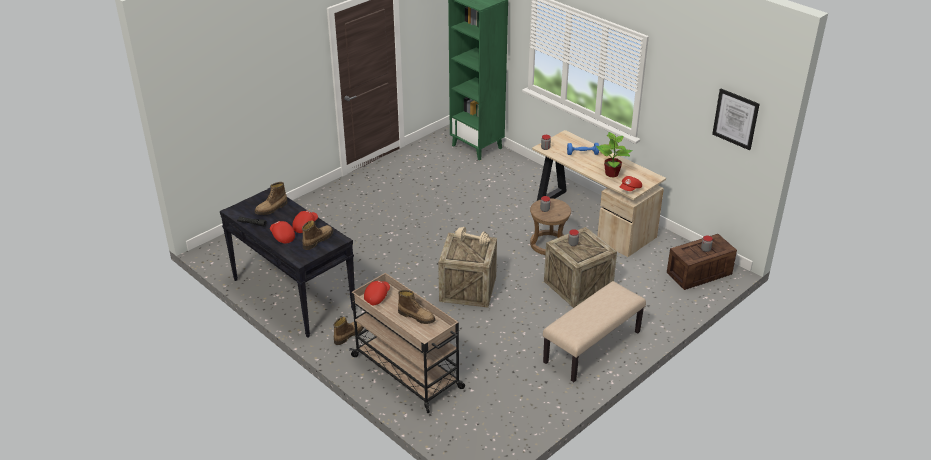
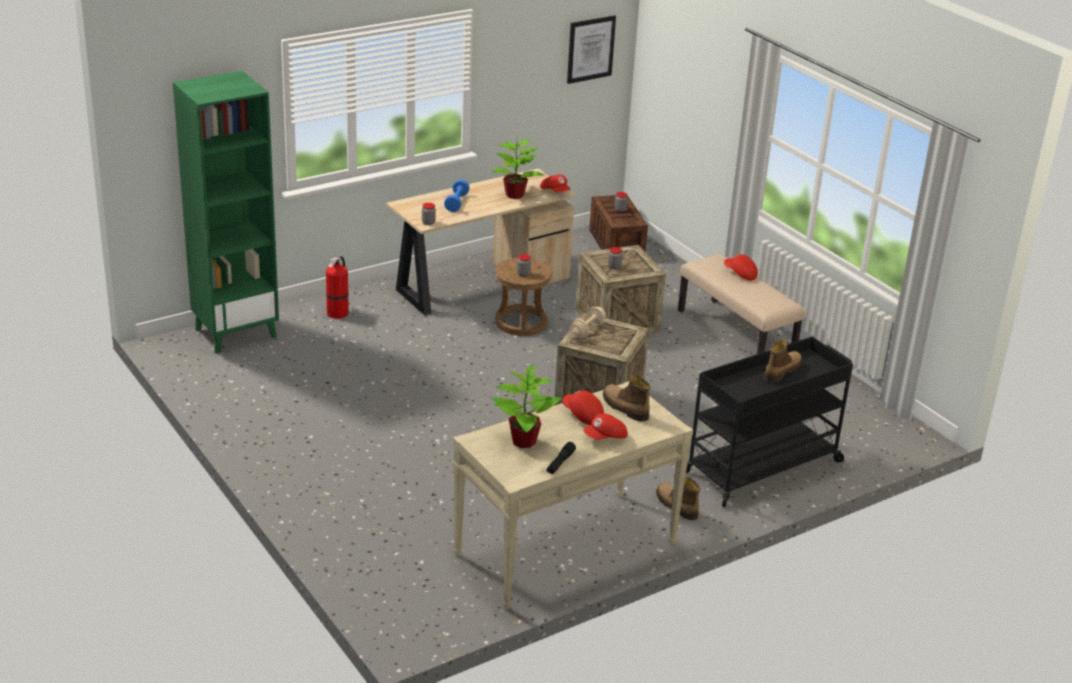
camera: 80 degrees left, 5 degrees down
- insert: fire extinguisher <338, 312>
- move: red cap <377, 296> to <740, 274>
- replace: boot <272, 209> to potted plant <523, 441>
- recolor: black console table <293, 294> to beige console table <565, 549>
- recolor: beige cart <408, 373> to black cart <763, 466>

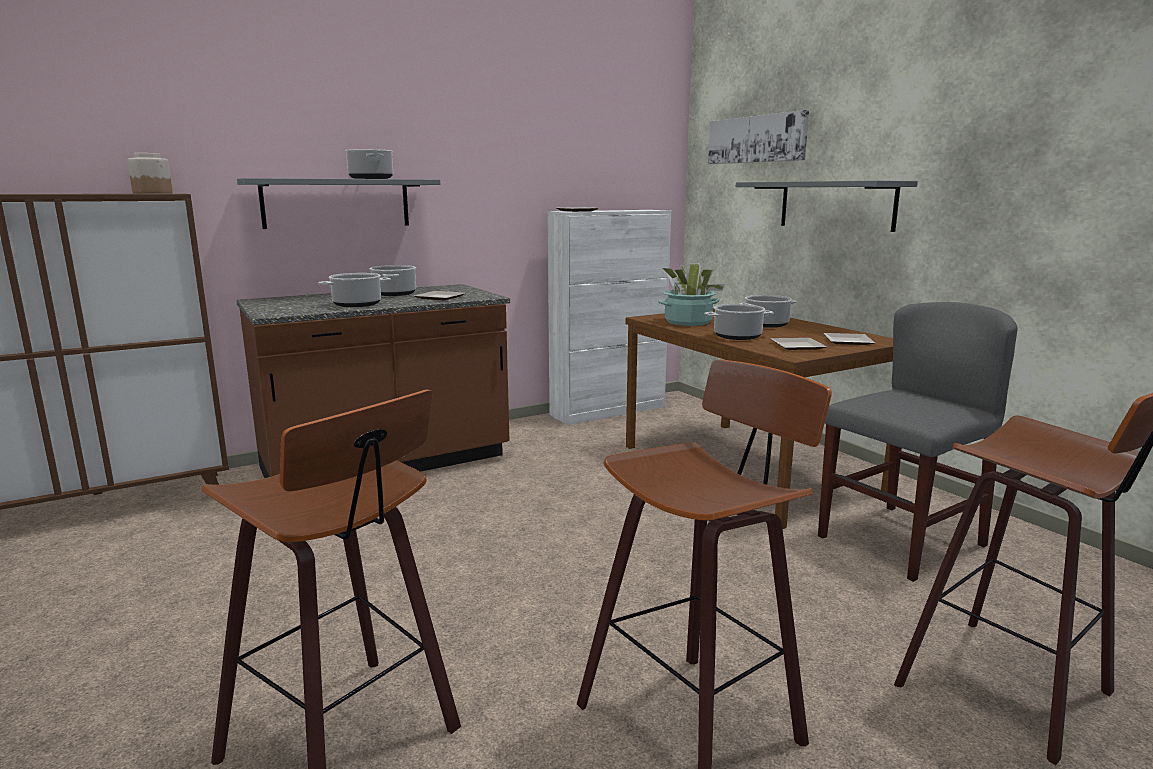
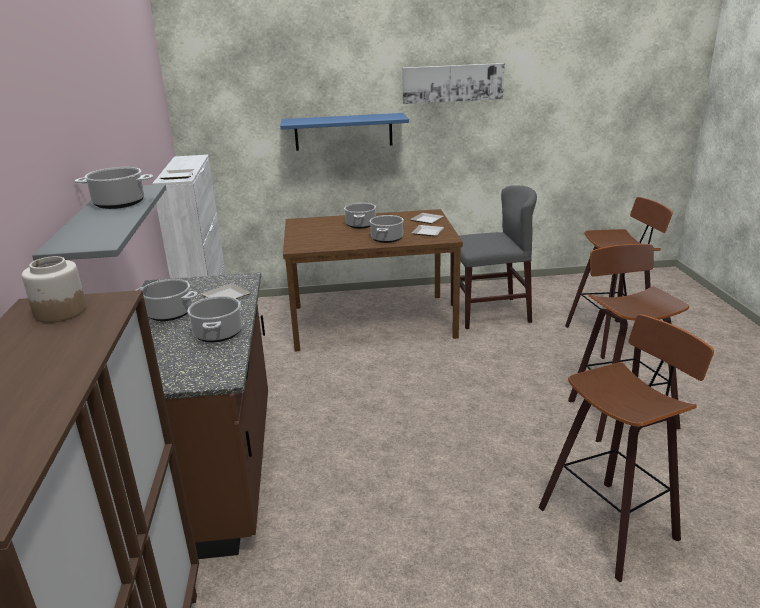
camera: 65 degrees left, 10 degrees up
- delete: potted plant <687, 322>
- move: picture <756, 139> to <452, 83>
- recolor: grey shelf <836, 205> to blue shelf <343, 131>
- rotate: grey chair <900, 541> = <489, 313> 90 degrees clockwise

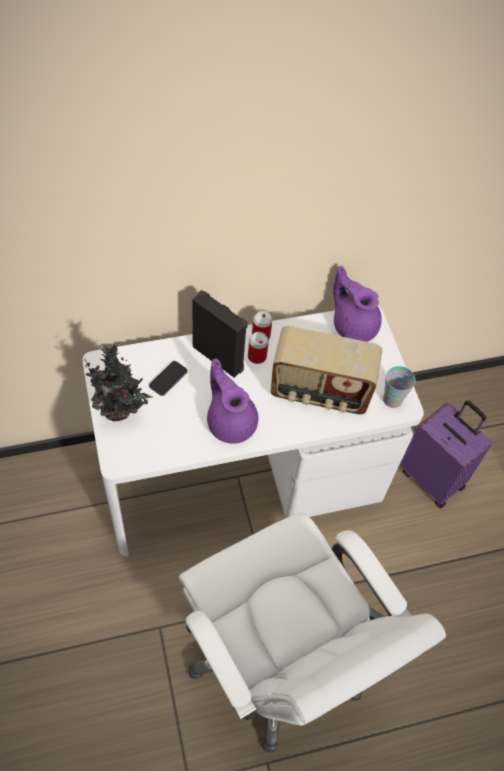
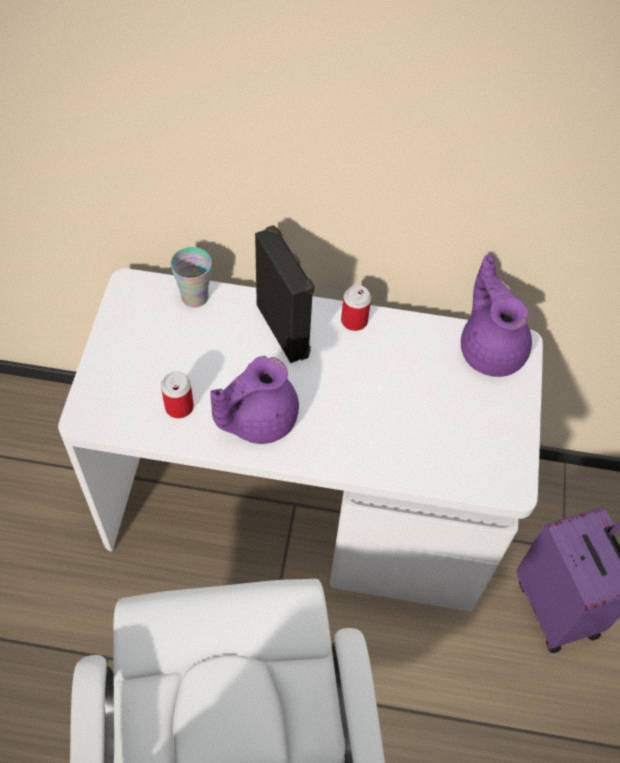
camera: 25 degrees right, 0 degrees up
- delete: potted plant <120, 410>
- delete: phone <168, 379>
- delete: radio <319, 391>
- move: can <257, 356> to <179, 407>
- move: cup <392, 399> to <195, 297>
- rotate: purple teapot <231, 421> = <257, 419> 120 degrees counterclockwise

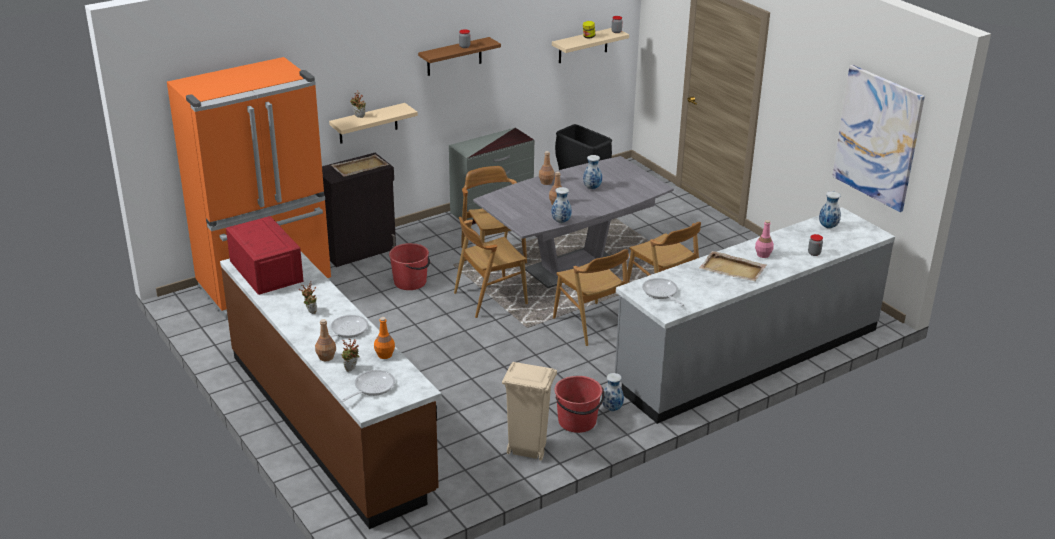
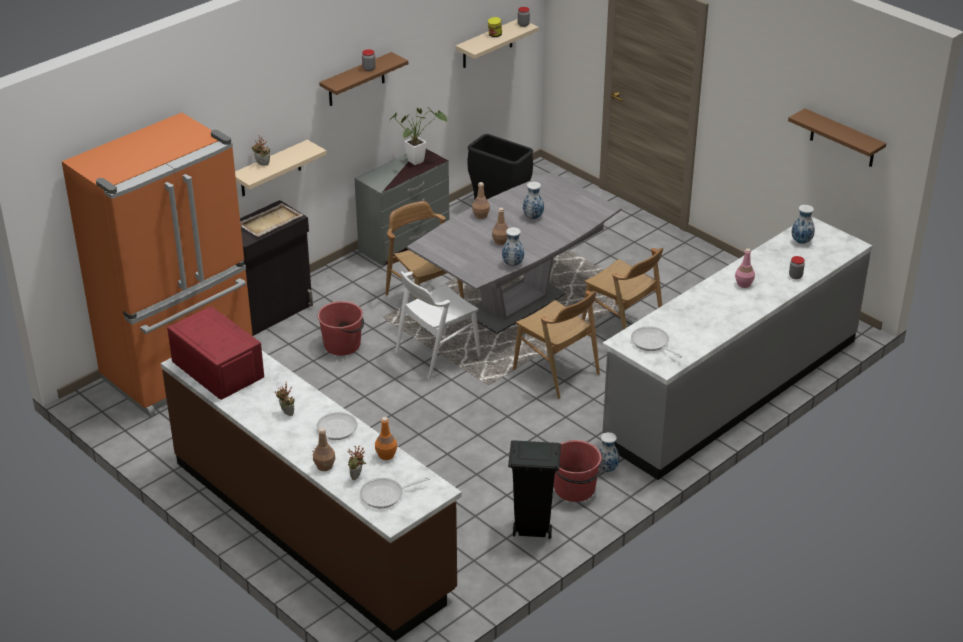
camera: 10 degrees left, 5 degrees up
- delete: beige tray <733, 269>
- insert: potted plant <419, 160>
- replace: picture <877, 137> to brown shelf <842, 139>
- recolor: brown chair <490, 298> to white chair <437, 354>
- recolor: beige trash can <527, 450> to black trash can <532, 528>
- rotate: frying pan <371, 387> = <386, 495> 135 degrees counterclockwise

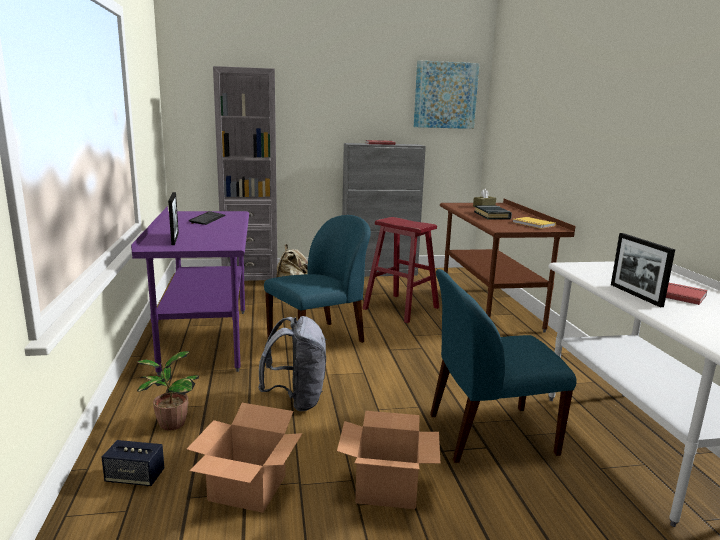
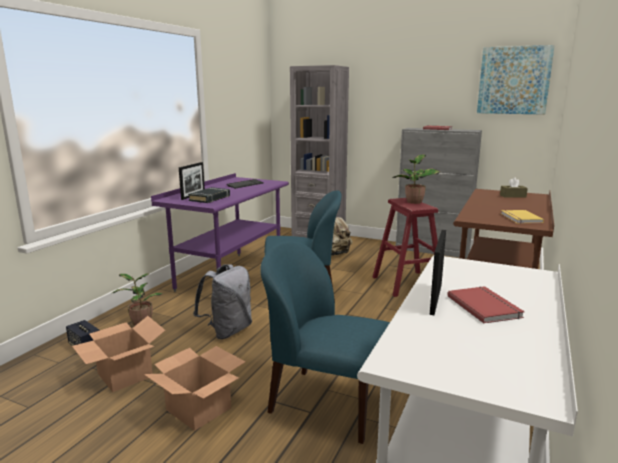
camera: 35 degrees right, 0 degrees up
- insert: potted plant <414, 202>
- move: black book <492, 215> to <210, 198>

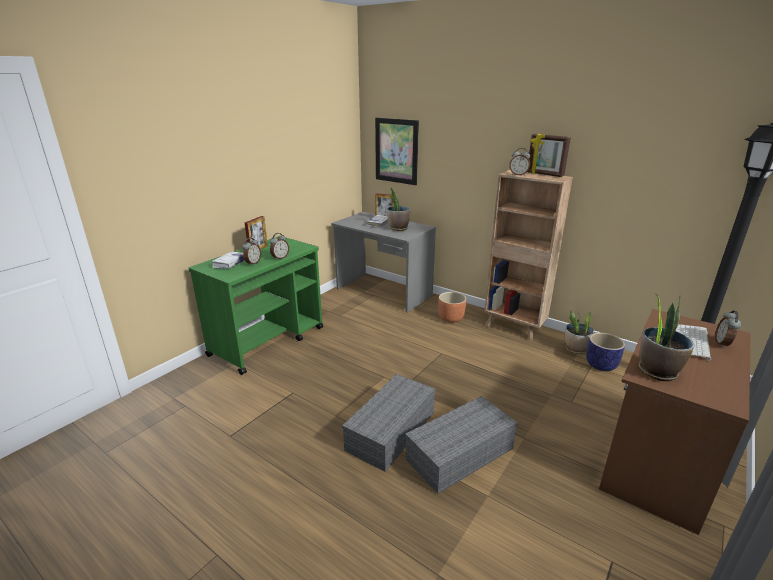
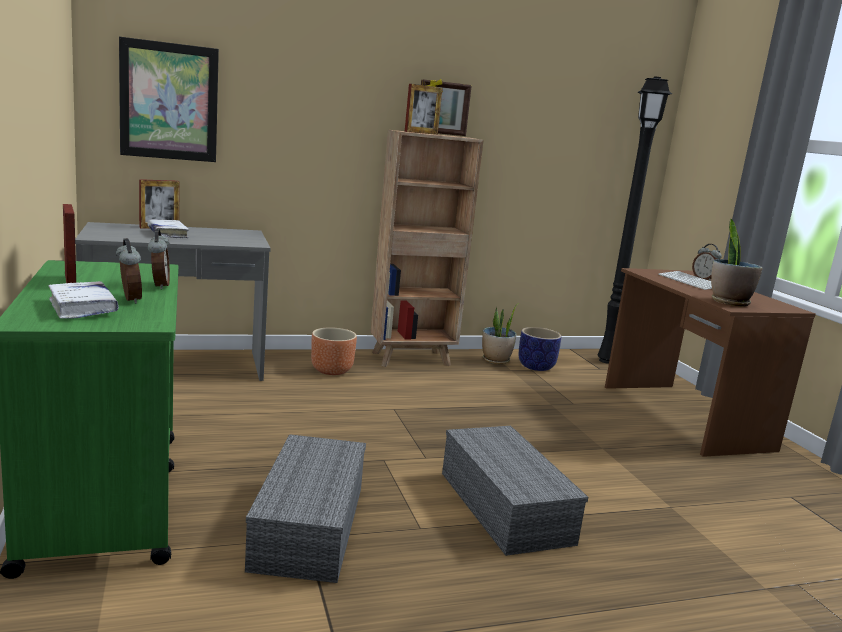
camera: 55 degrees left, 10 degrees down
- delete: potted plant <398, 228>
- move: grey storage box <460, 452> to <307, 524>
- replace: alarm clock <518, 175> to picture frame <421, 133>

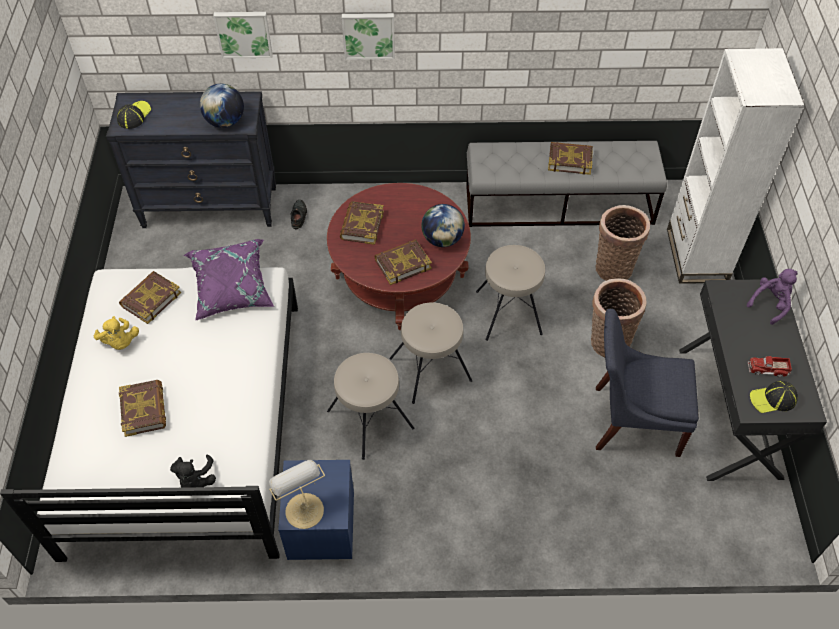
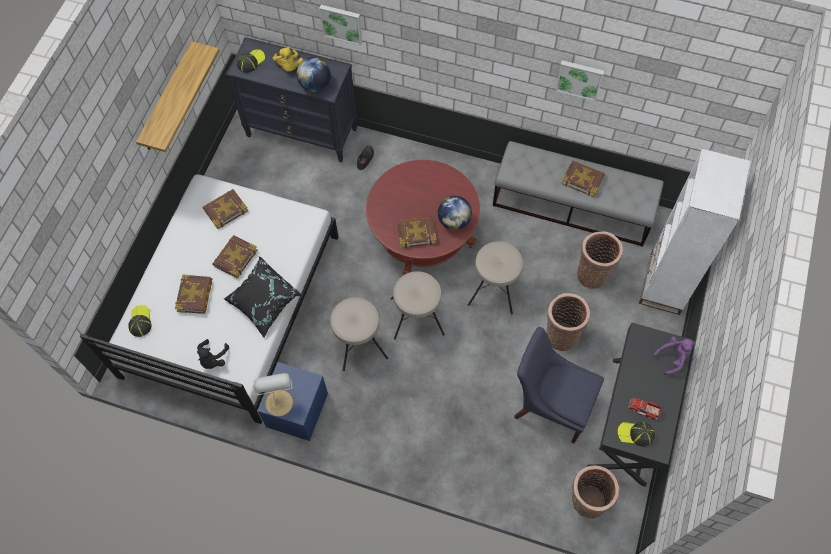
camera: 20 degrees right, 10 degrees up
- delete: purple pillow <232, 291>
- insert: cap <140, 321>
- insert: shelf <167, 98>
- insert: black pillow <264, 302>
- insert: basket <586, 501>
- move: yellow plush toy <120, 342> to <289, 66>
- move: book <361, 225> to <235, 258>
- move: picture <368, 35> to <579, 79>

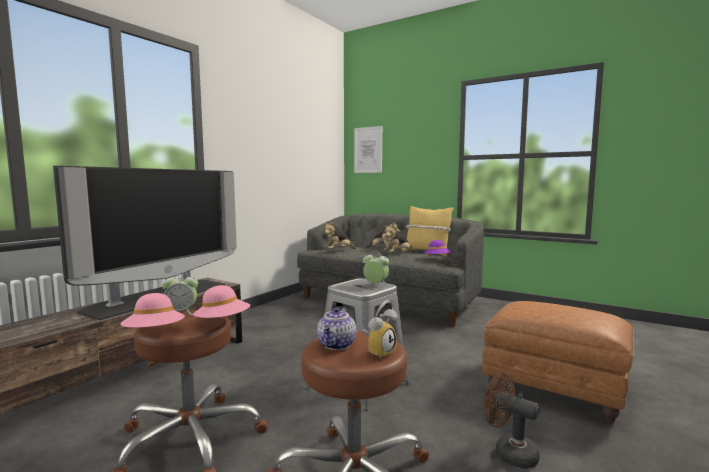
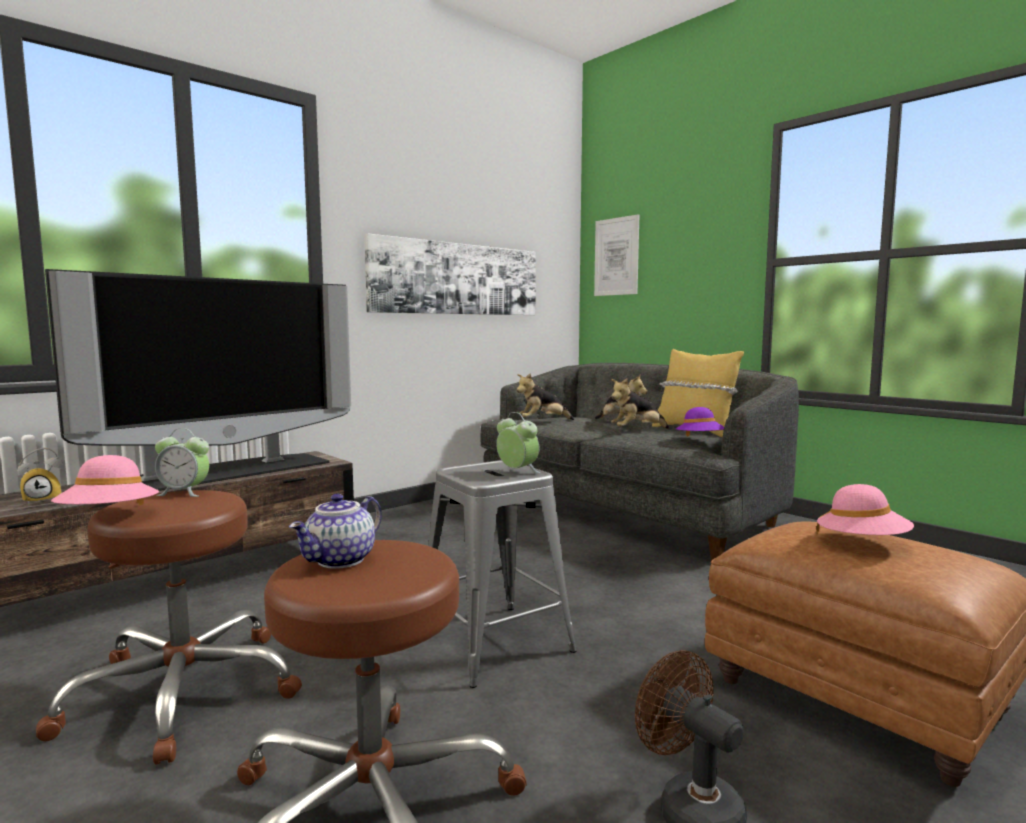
camera: 15 degrees right, 0 degrees up
- insert: picture <457, 279>
- move: pink hat <223, 322> to <862, 544>
- move: alarm clock <379, 352> to <43, 500>

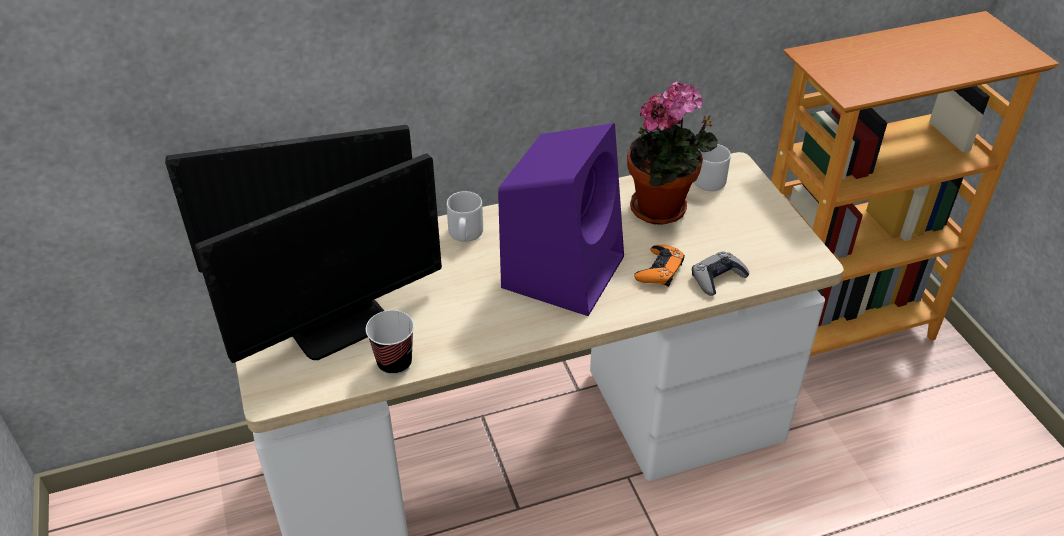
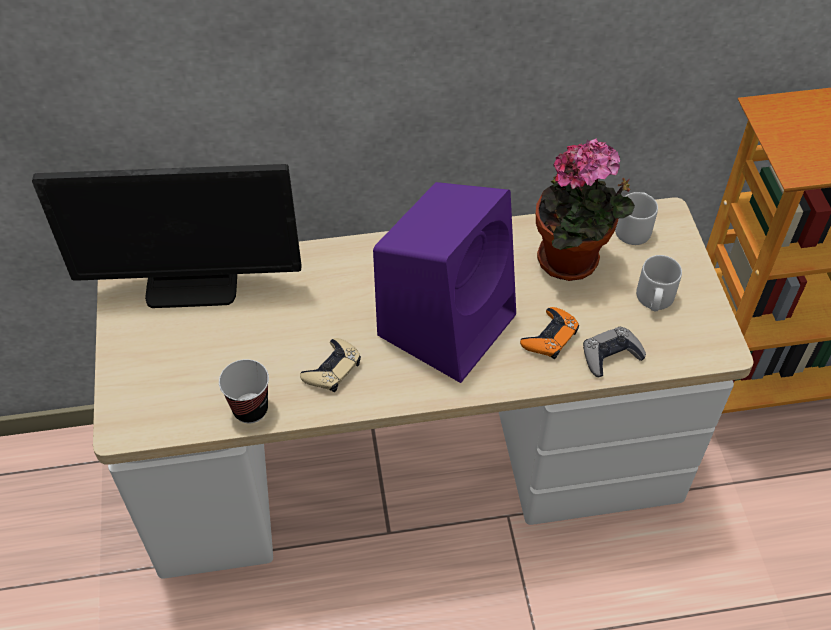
camera: 10 degrees right, 10 degrees up
- delete: monitor <340, 325>
- insert: beige game controller <332, 369>
- move: grey mug <465, 234> to <654, 300>

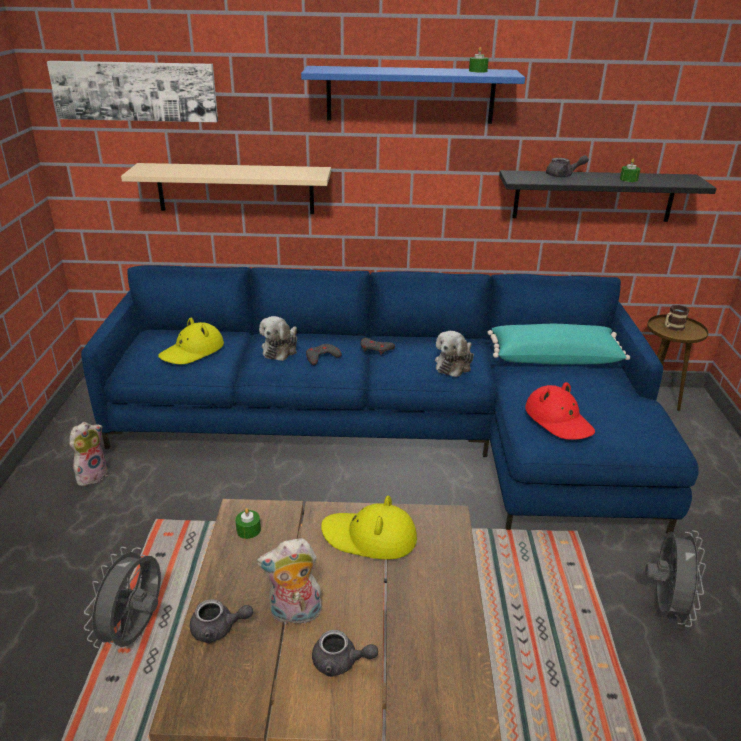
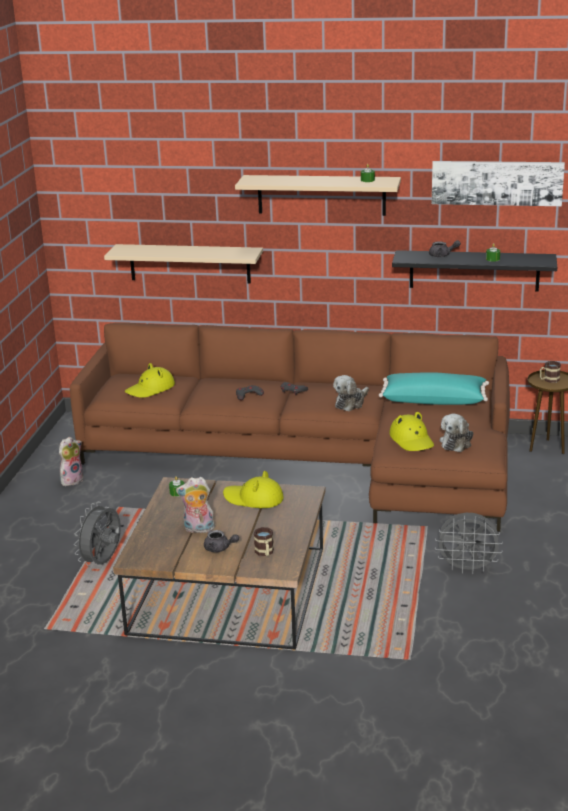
camera: 10 degrees right, 5 degrees down
- delete: grey teapot <218, 629>
- insert: mug <265, 553>
- move: picture <135, 91> to <497, 182>
- move: plush toy <281, 349> to <456, 442>
- recolor: blue sofa <399, 430> to brown sofa <314, 460>
- recolor: blue shelf <410, 95> to beige shelf <321, 195>
- recolor: red hat <559, 420> to yellow hat <412, 440>
- rotate: grey fan <664, 607> = <467, 569> 75 degrees clockwise

